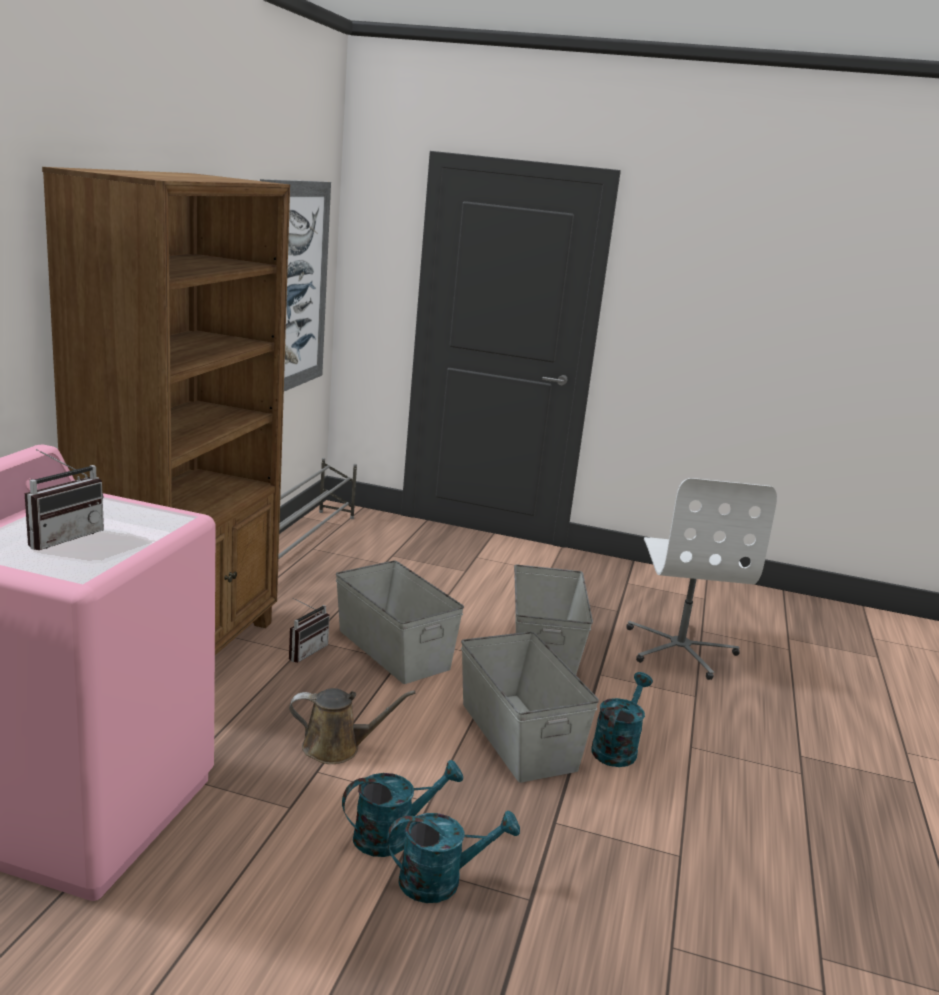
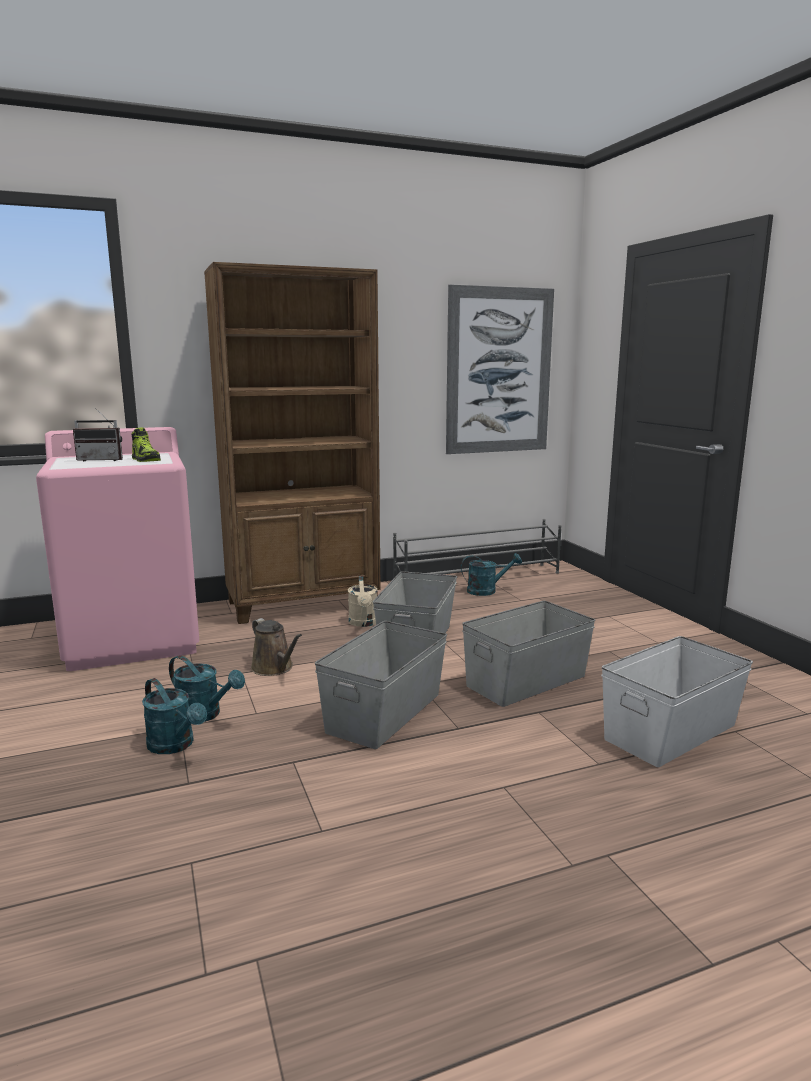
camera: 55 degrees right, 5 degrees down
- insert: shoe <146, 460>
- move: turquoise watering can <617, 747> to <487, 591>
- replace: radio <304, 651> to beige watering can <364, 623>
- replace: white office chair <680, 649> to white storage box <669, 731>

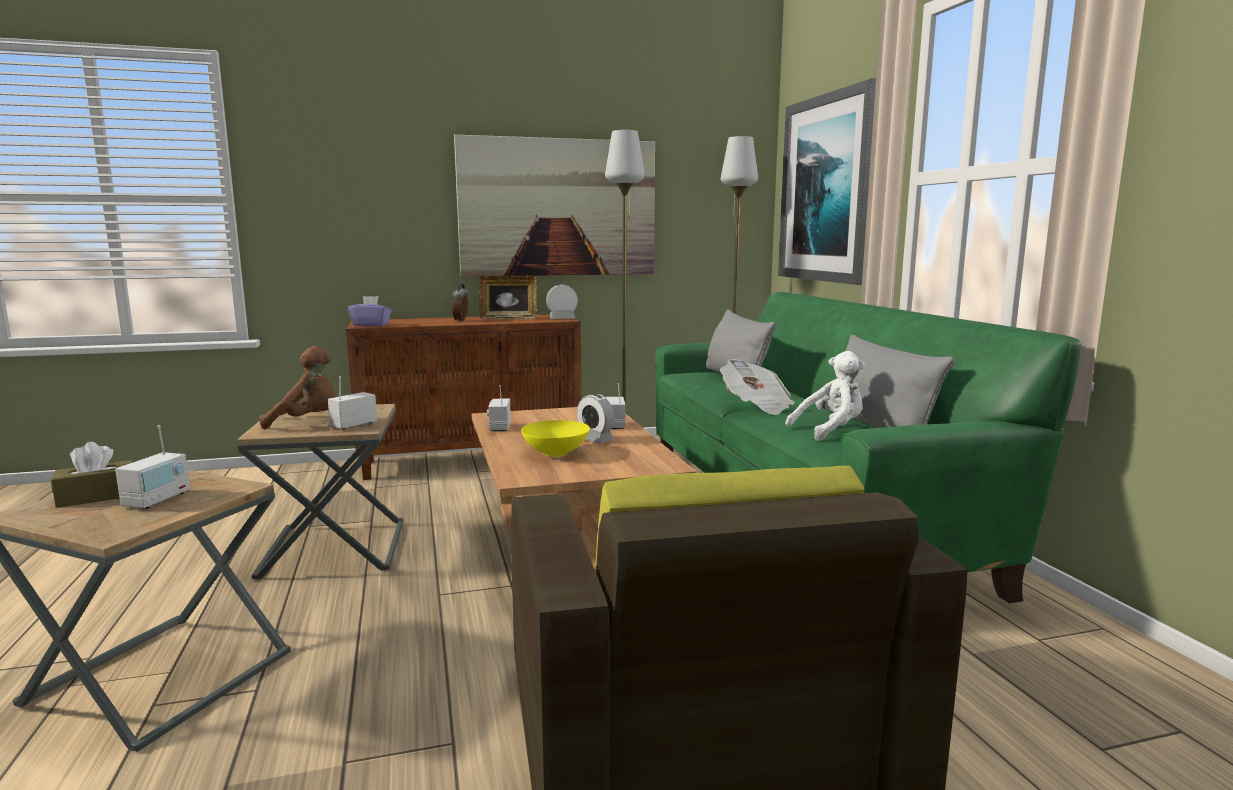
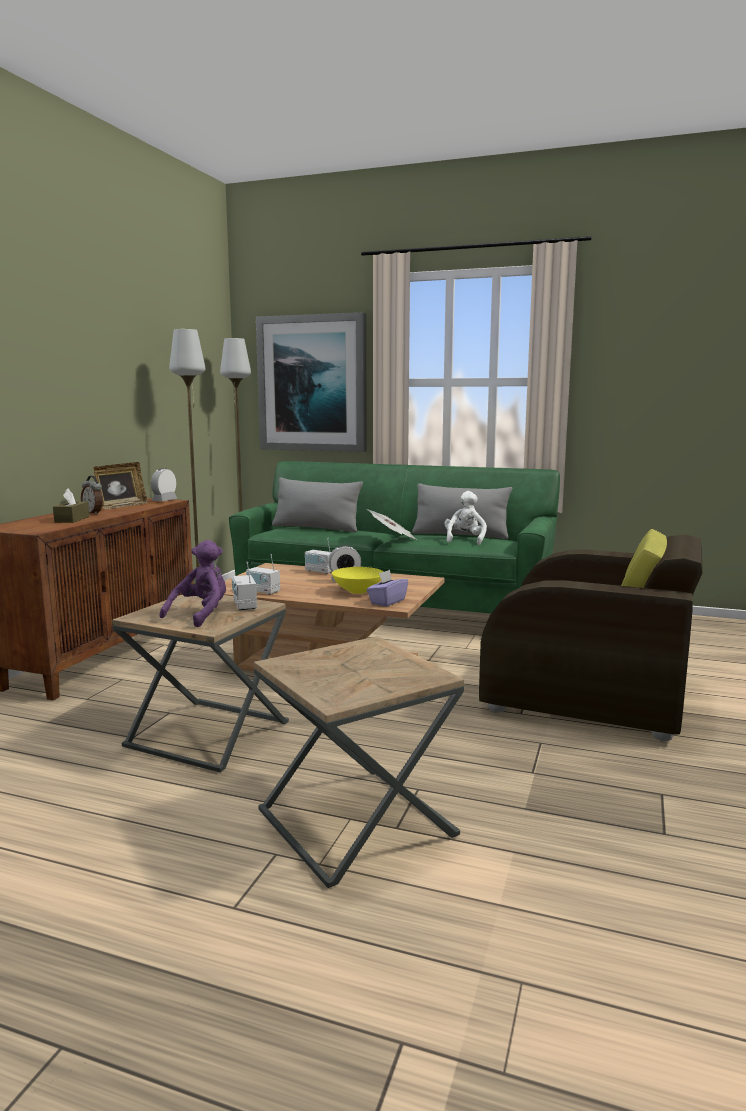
camera: 55 degrees left, 0 degrees up
- delete: radio <157, 500>
- delete: picture <558, 208>
- move: brown tissue box <97, 496> to <72, 519>
- move: purple tissue box <371, 325> to <387, 602>
- recolor: brown plush toy <307, 422> to purple plush toy <201, 615>

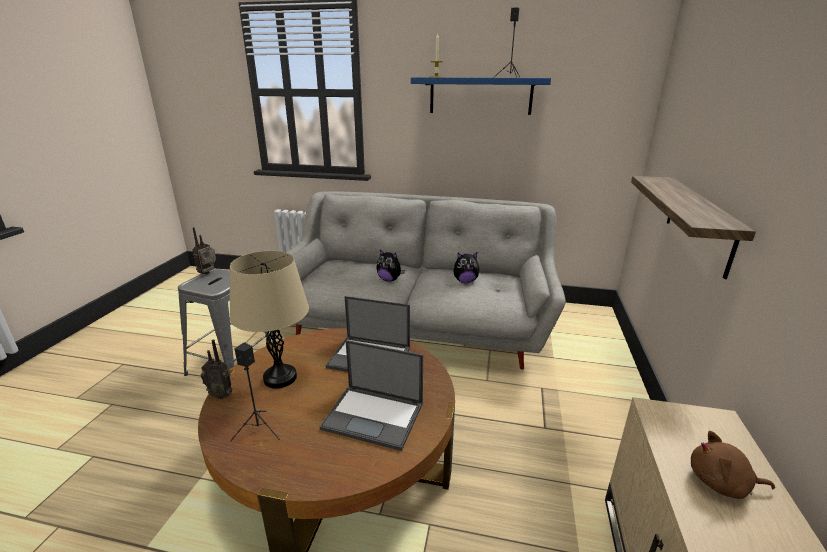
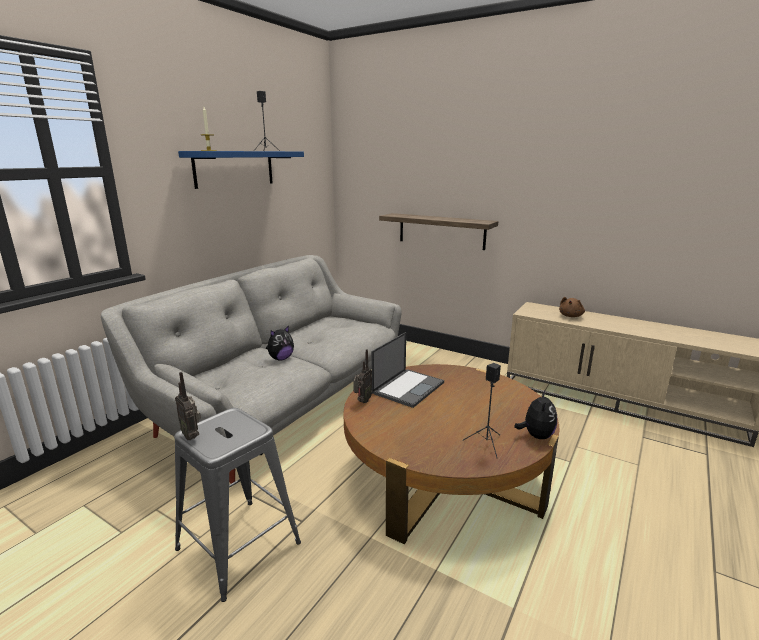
camera: 70 degrees left, 5 degrees down
- delete: beige table lamp <280, 378>
- delete: laptop <374, 416>
- move: radio <221, 394> to <362, 401>
- move: plush toy <465, 281> to <536, 436>

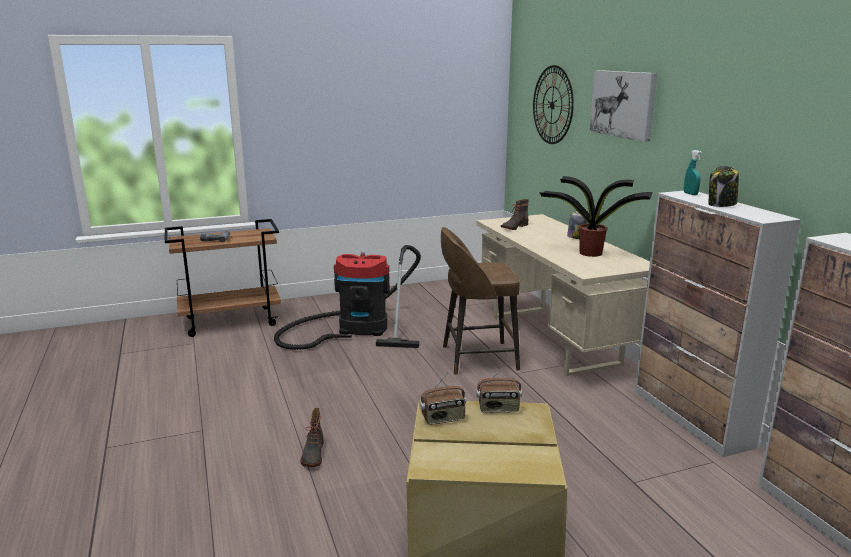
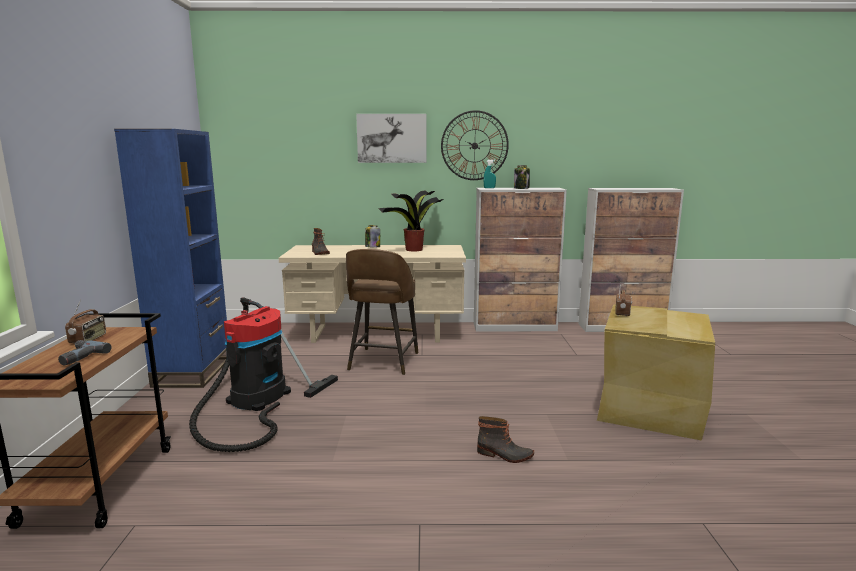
camera: 70 degrees left, 5 degrees down
- insert: blue bookcase <193, 372>
- move: radio <443, 419> to <88, 339>
- move: wall clock <552, 105> to <474, 145>

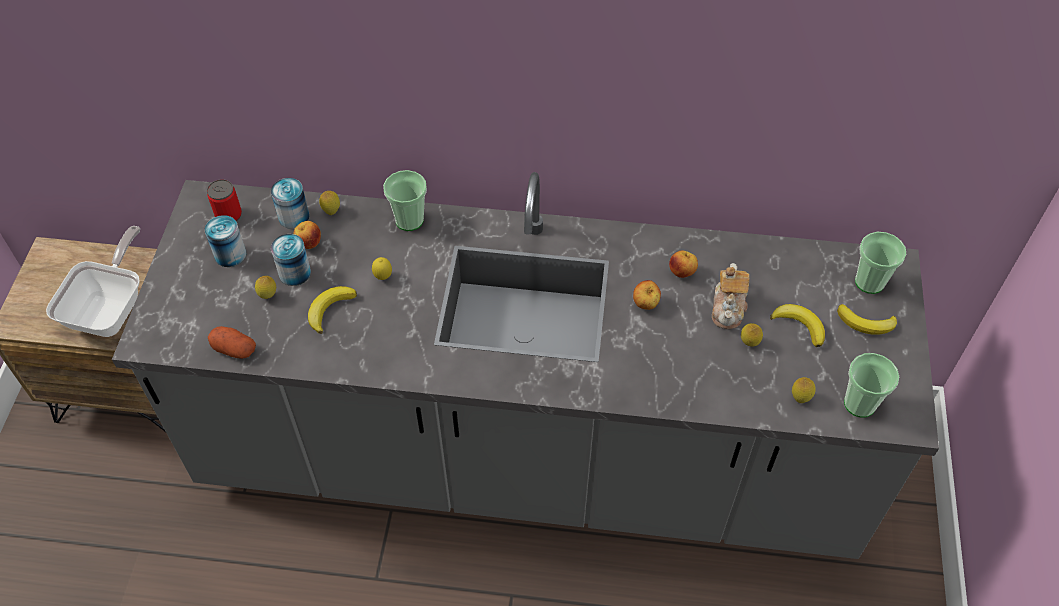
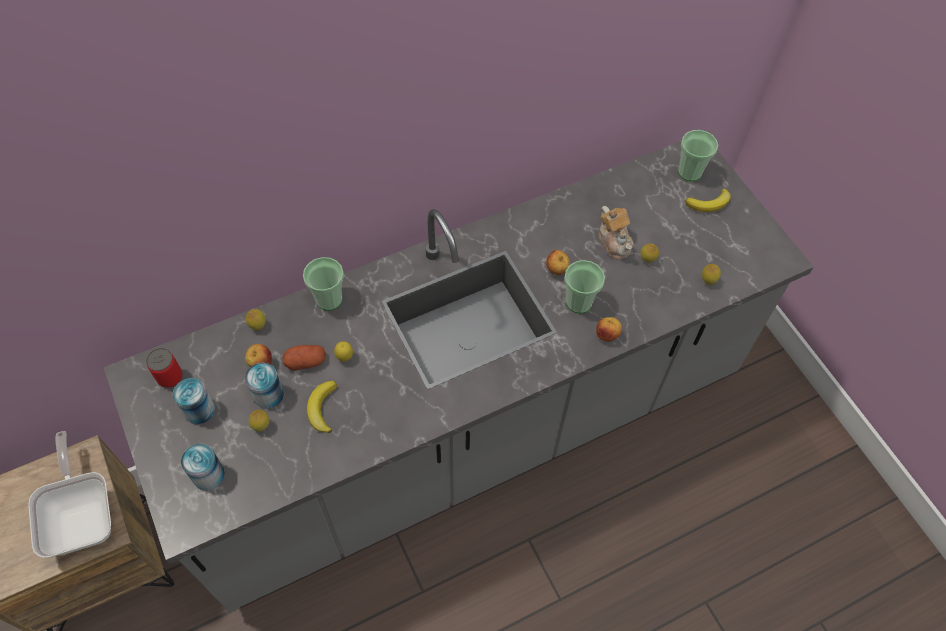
camera: 35 degrees left, 5 degrees up
- delete: banana <800, 326>
- move: potato <234, 349> to <306, 361>
- move: can <294, 217> to <208, 475>
- move: apple <682, 272> to <607, 335>
- move: cup <859, 403> to <579, 302>

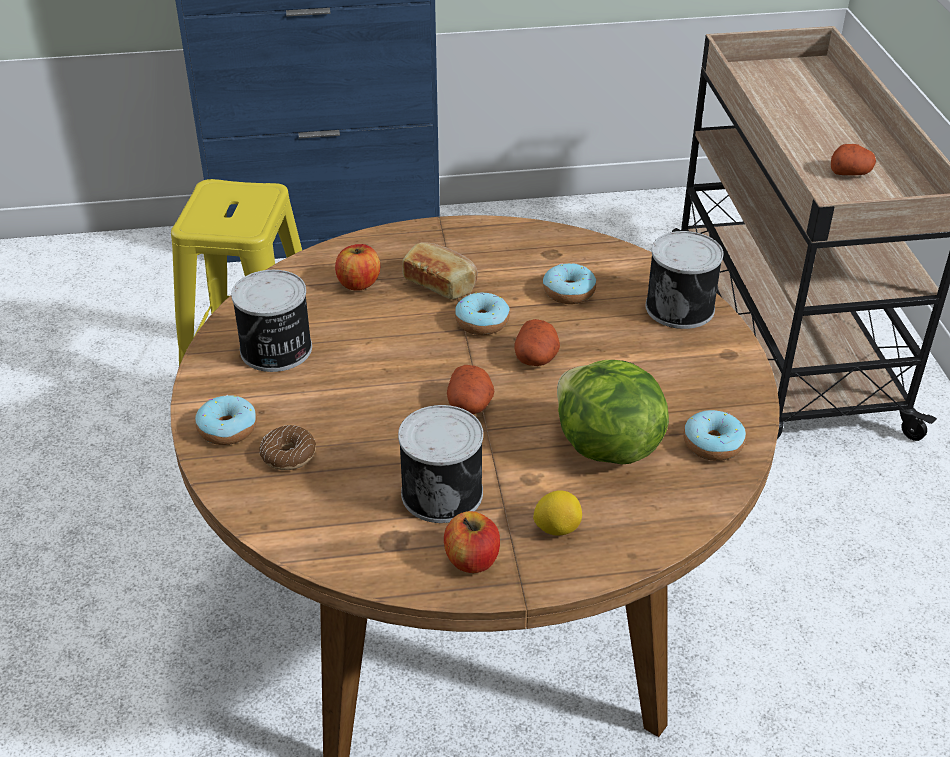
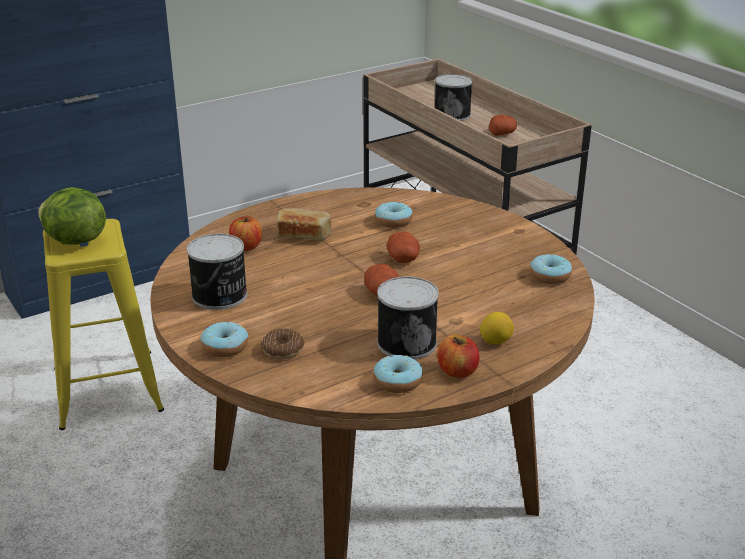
camera: 25 degrees left, 10 degrees down
- move: donut <482, 322> to <397, 382>
- move: lettuce <605, 447> to <74, 241>
- move: can <681, 307> to <452, 114>

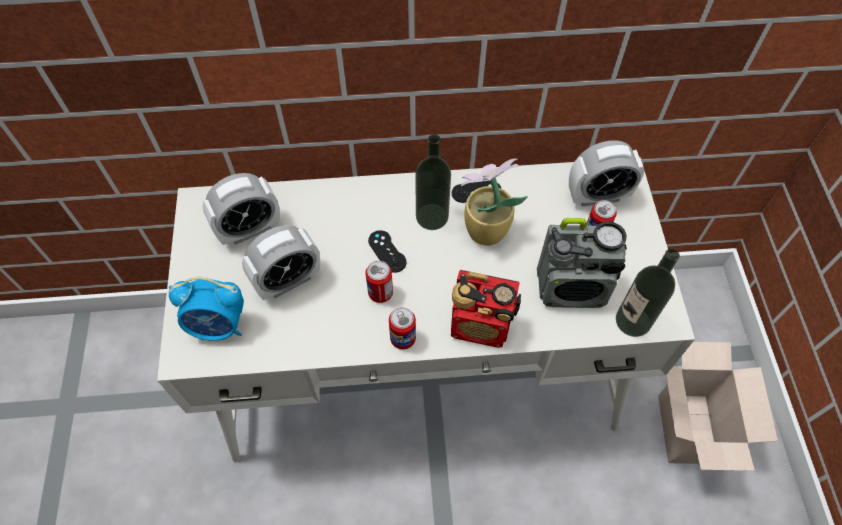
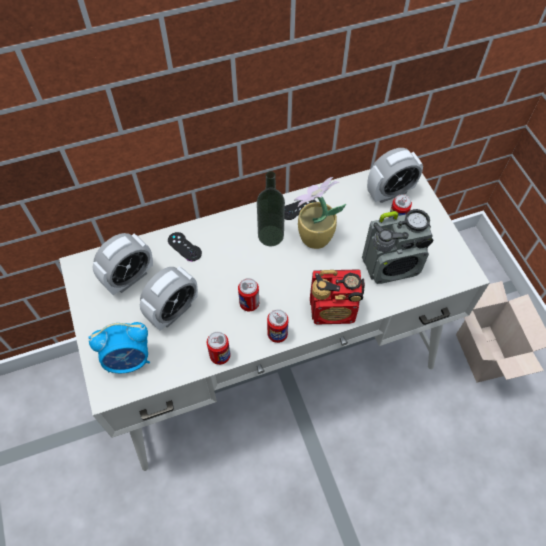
camera: 15 degrees left, 0 degrees up
- delete: bottle <633, 321>
- insert: can <220, 355>
- move: black game controller <387, 251> to <184, 247>

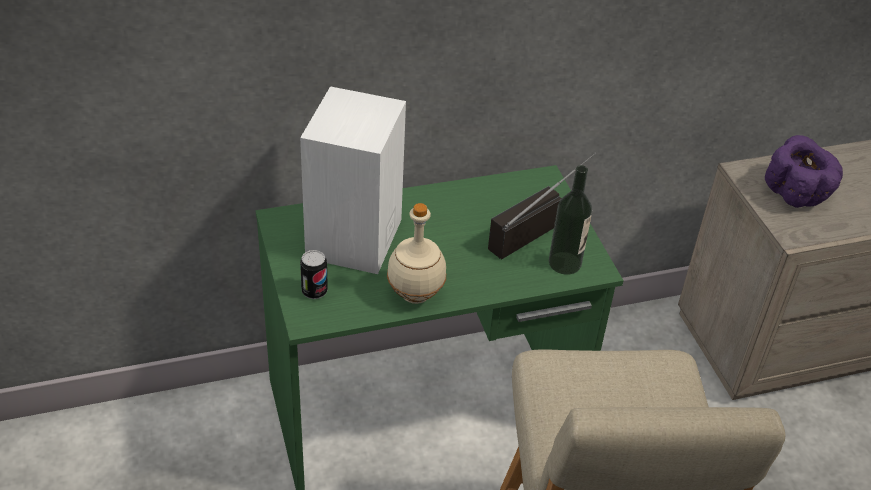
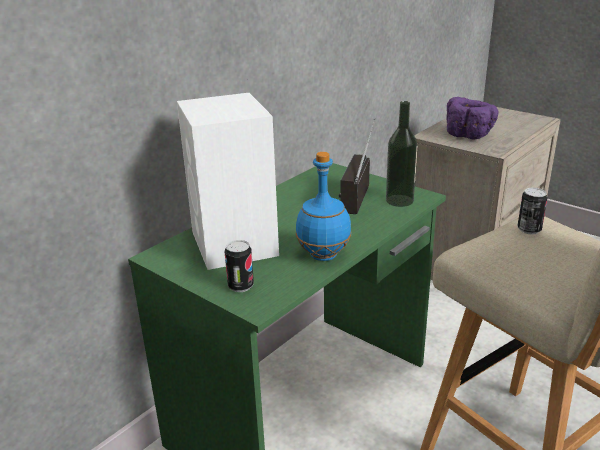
camera: 30 degrees left, 15 degrees down
- insert: can <529, 229>
- recolor: beige bottle <416, 295> to blue bottle <324, 256>

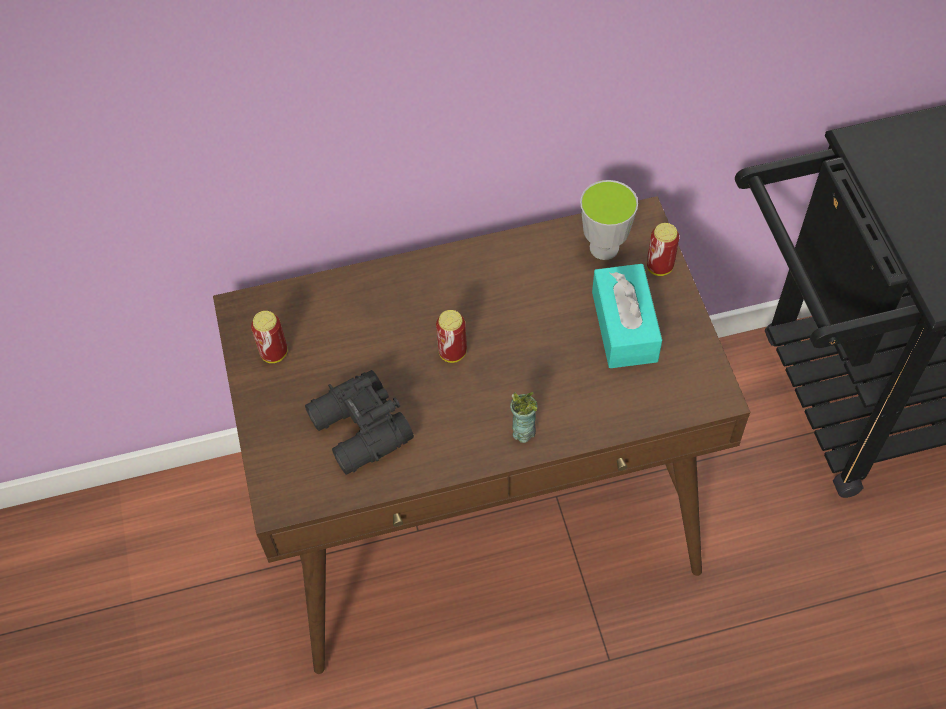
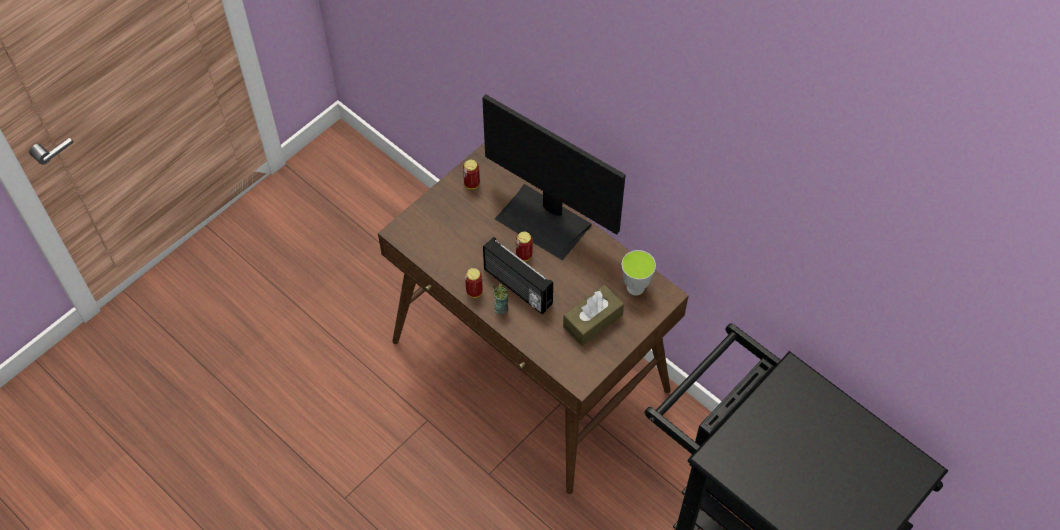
camera: 55 degrees right, 0 degrees up
- delete: black binoculars <359, 432>
- insert: monitor <545, 220>
- insert: radio <517, 288>
- move: can <659, 267> to <474, 292>
- recolor: turquoise tissue box <624, 326> to brown tissue box <592, 321>

